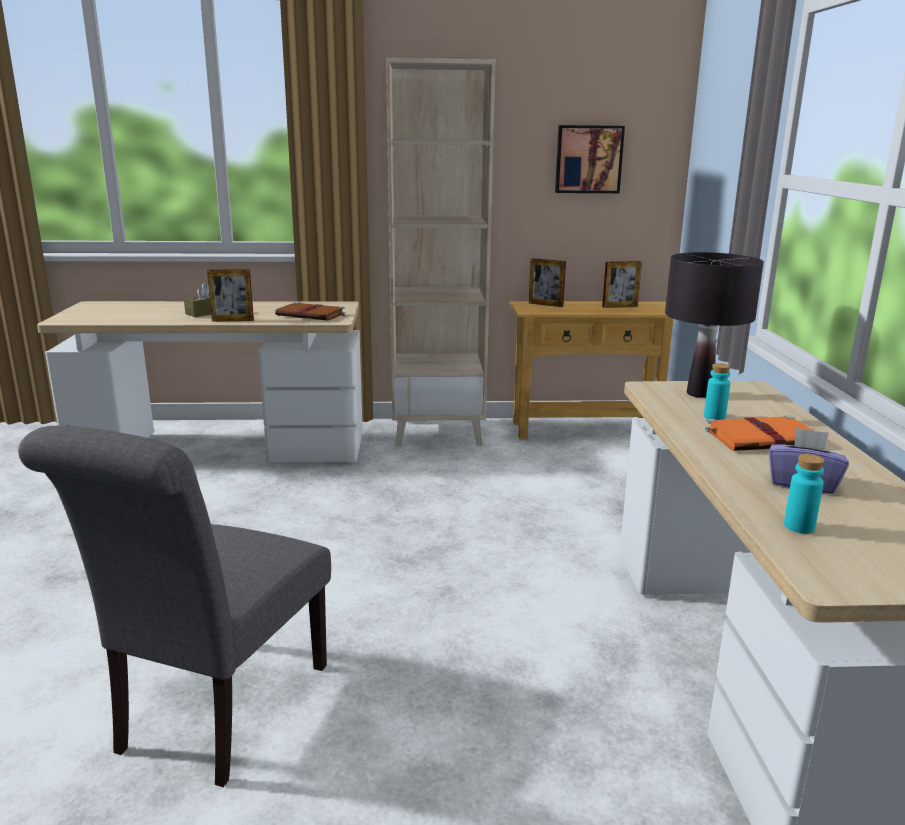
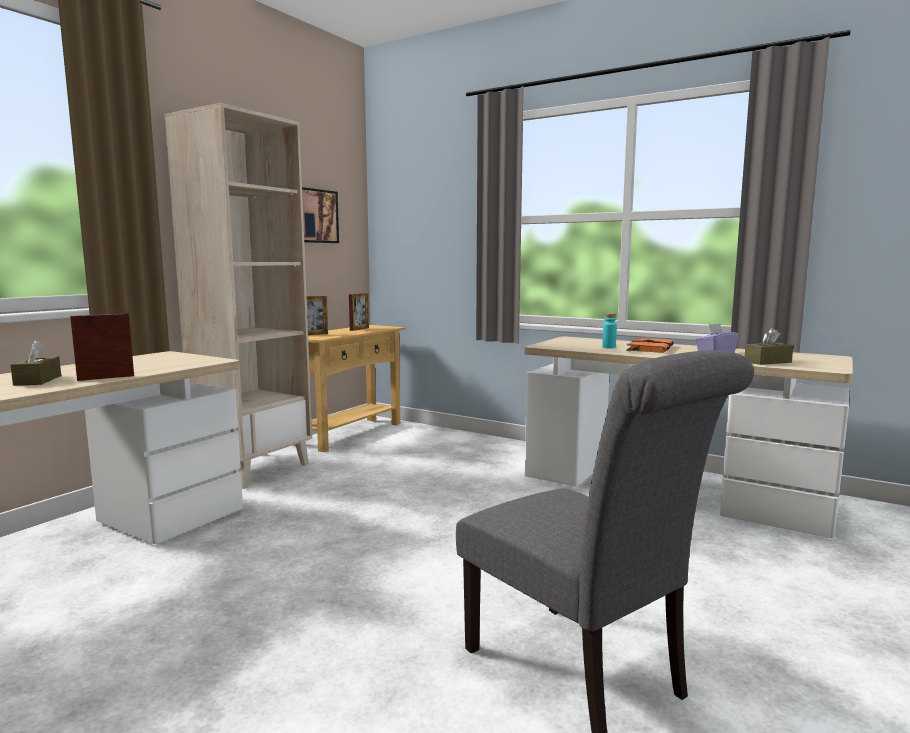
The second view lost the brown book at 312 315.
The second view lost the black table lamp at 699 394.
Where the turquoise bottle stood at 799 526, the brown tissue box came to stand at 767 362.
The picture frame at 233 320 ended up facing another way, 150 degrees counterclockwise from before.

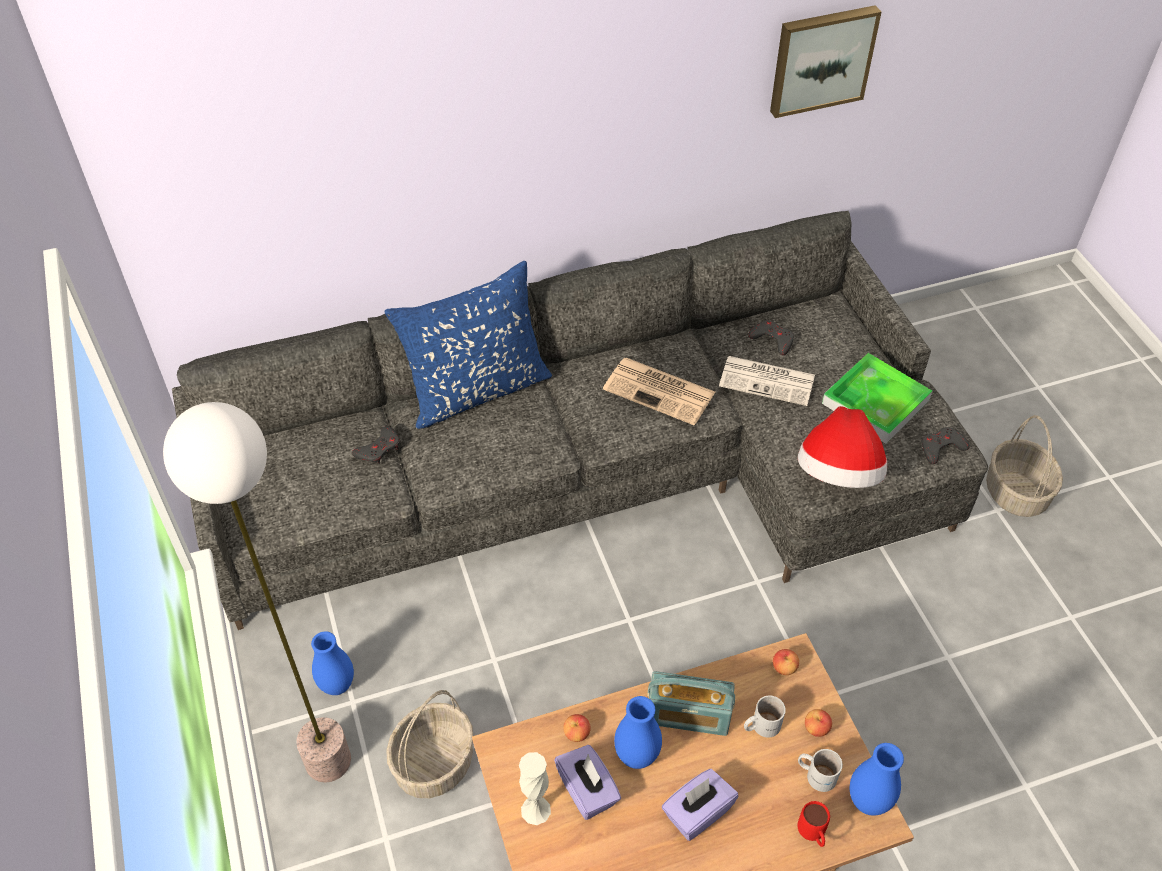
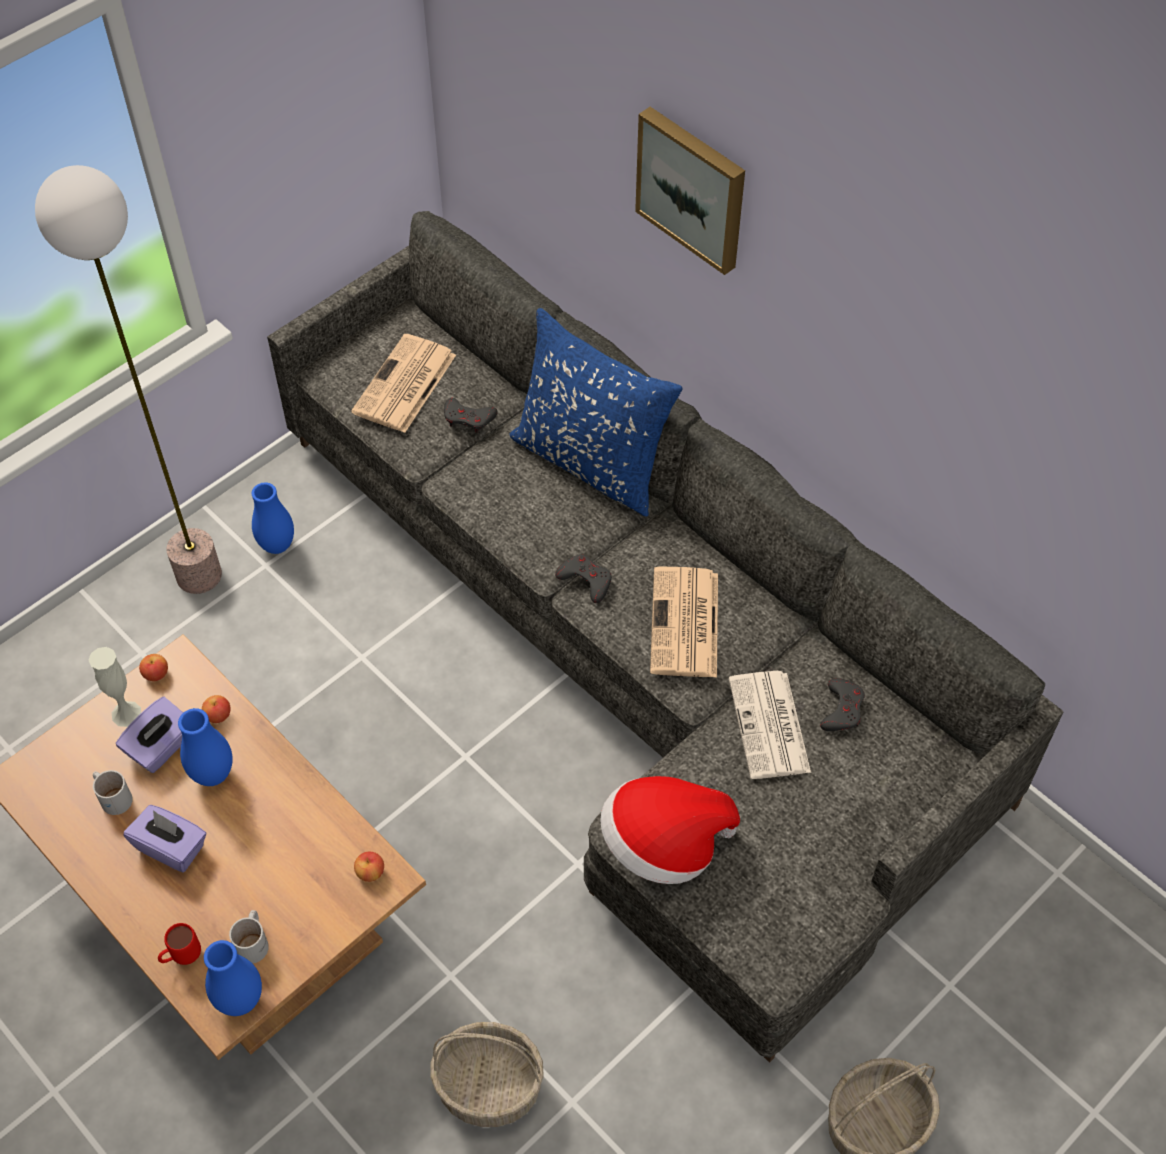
The second view lost the radio at 688 715.
The second view lost the tray at 875 402.
The second view gained the newspaper at 404 385.
The basket ended up elsewhere, having gone from 434 764 to 488 1087.
The white mug ended up elsewhere, having gone from 761 725 to 113 796.
The picture ended up elsewhere, having gone from 821 59 to 693 188.
The apple ended up elsewhere, having gone from 816 728 to 156 674.
The grey game controller ended up elsewhere, having gone from 941 448 to 586 580.

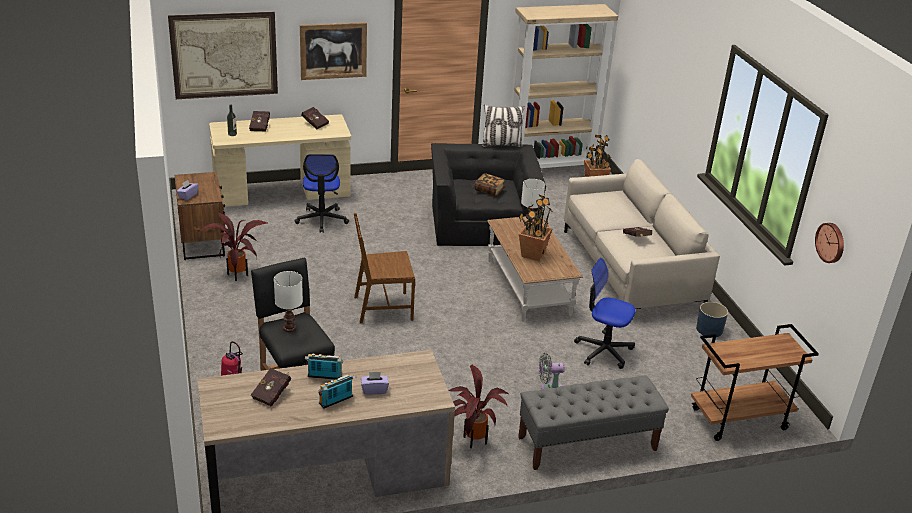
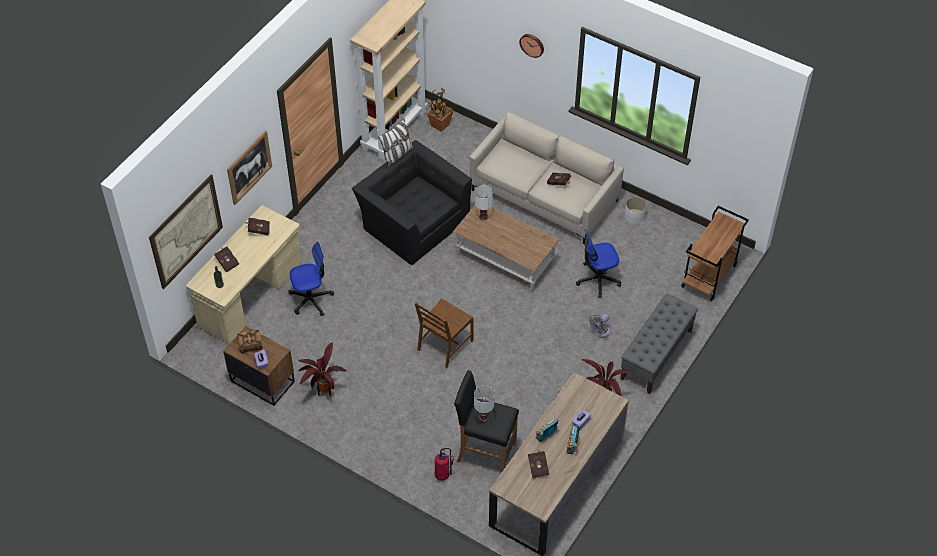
The second view lost the potted plant at 532 254.
The book ended up elsewhere, having gone from 489 190 to 250 345.
The wall clock ended up elsewhere, having gone from 831 242 to 532 44.
What was the blue planter at 709 329 turned into the white planter at 634 216.
The office chair at 322 220 ended up facing another way, 60 degrees counterclockwise from before.

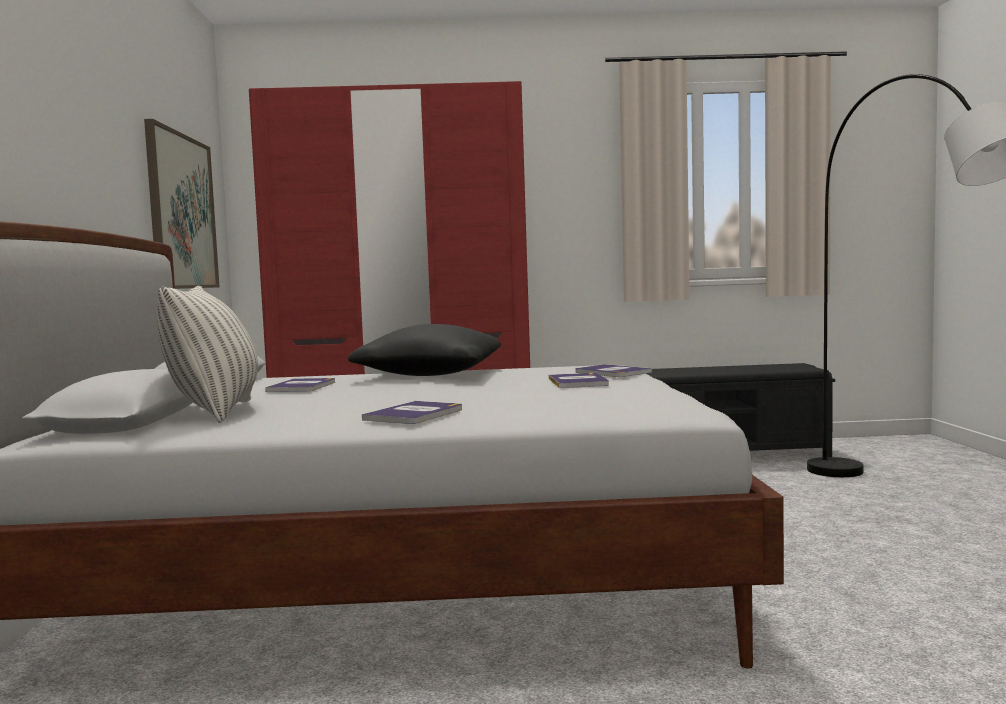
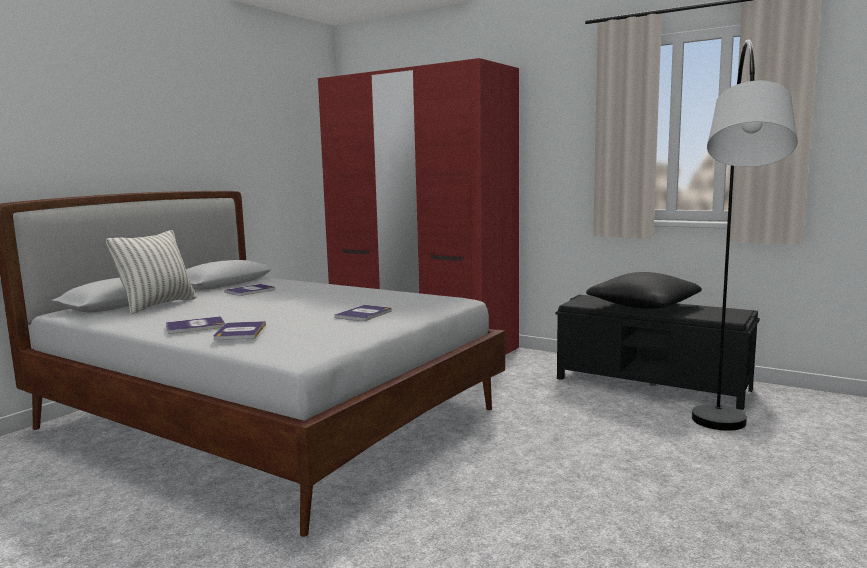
The second view lost the picture at 181 212.
The black pillow ended up elsewhere, having gone from 430 374 to 643 306.
The book ended up elsewhere, having gone from 611 372 to 240 332.

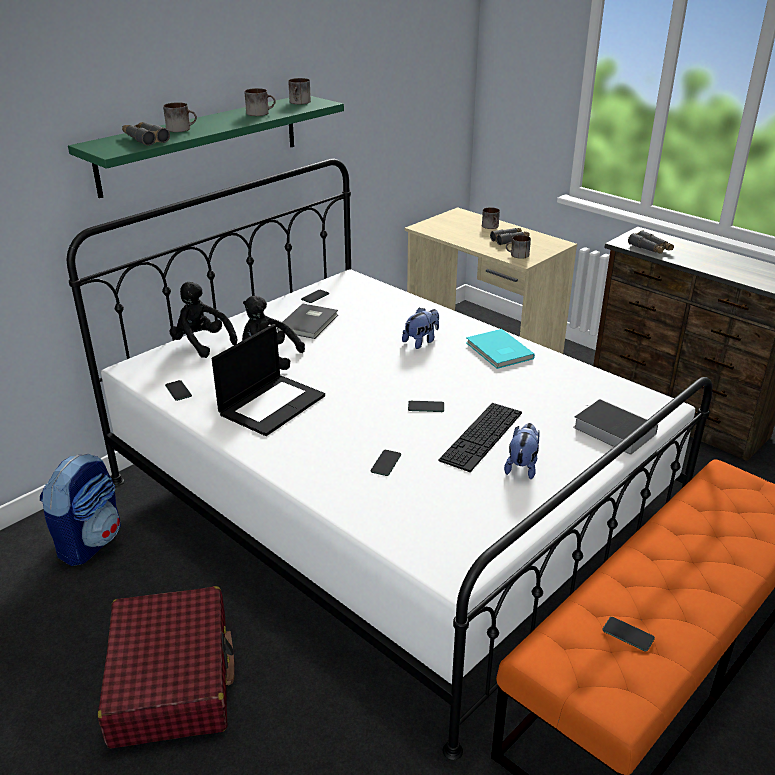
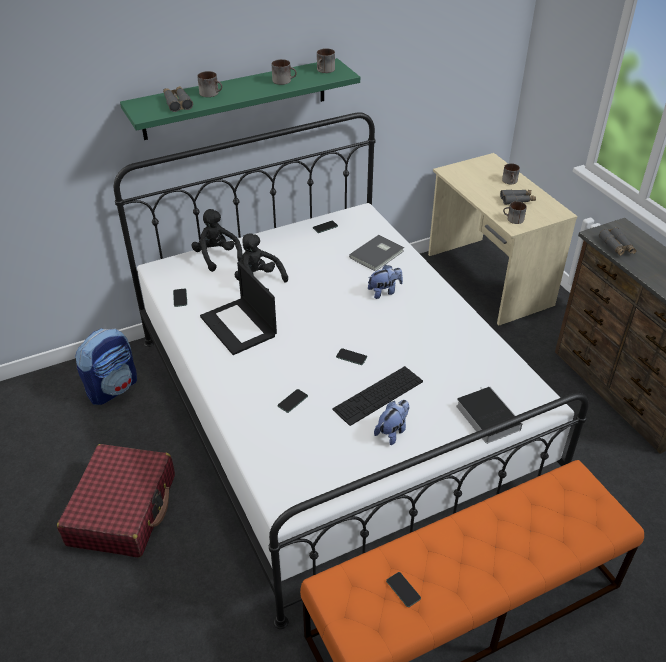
The second view lost the turquoise book at 498 351.
The grey book ended up elsewhere, having gone from 310 323 to 378 254.
The laptop at 272 404 ended up facing another way, 90 degrees clockwise from before.

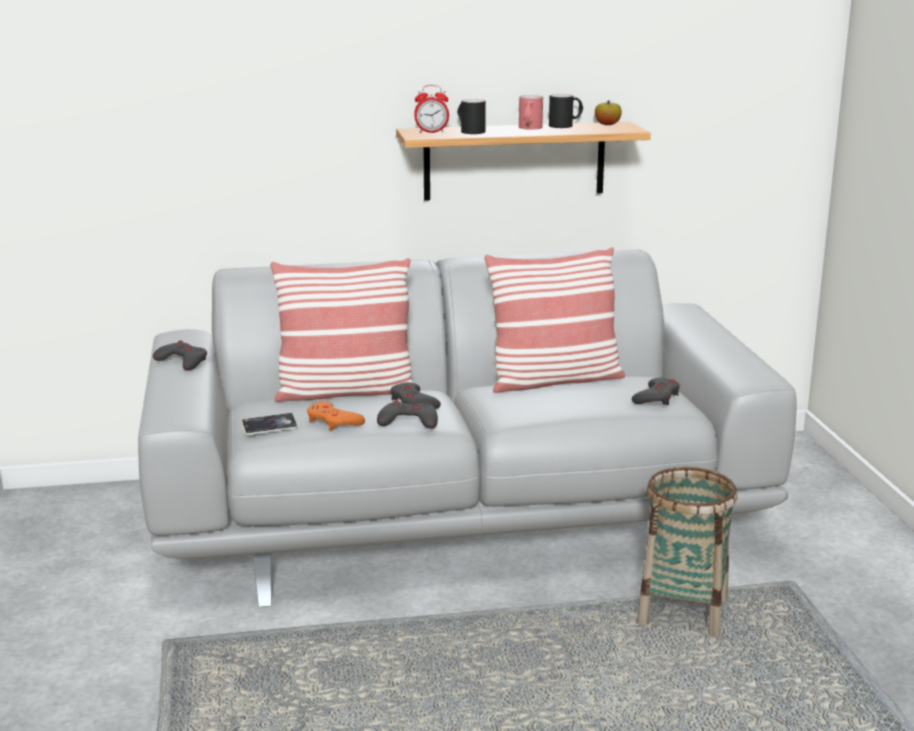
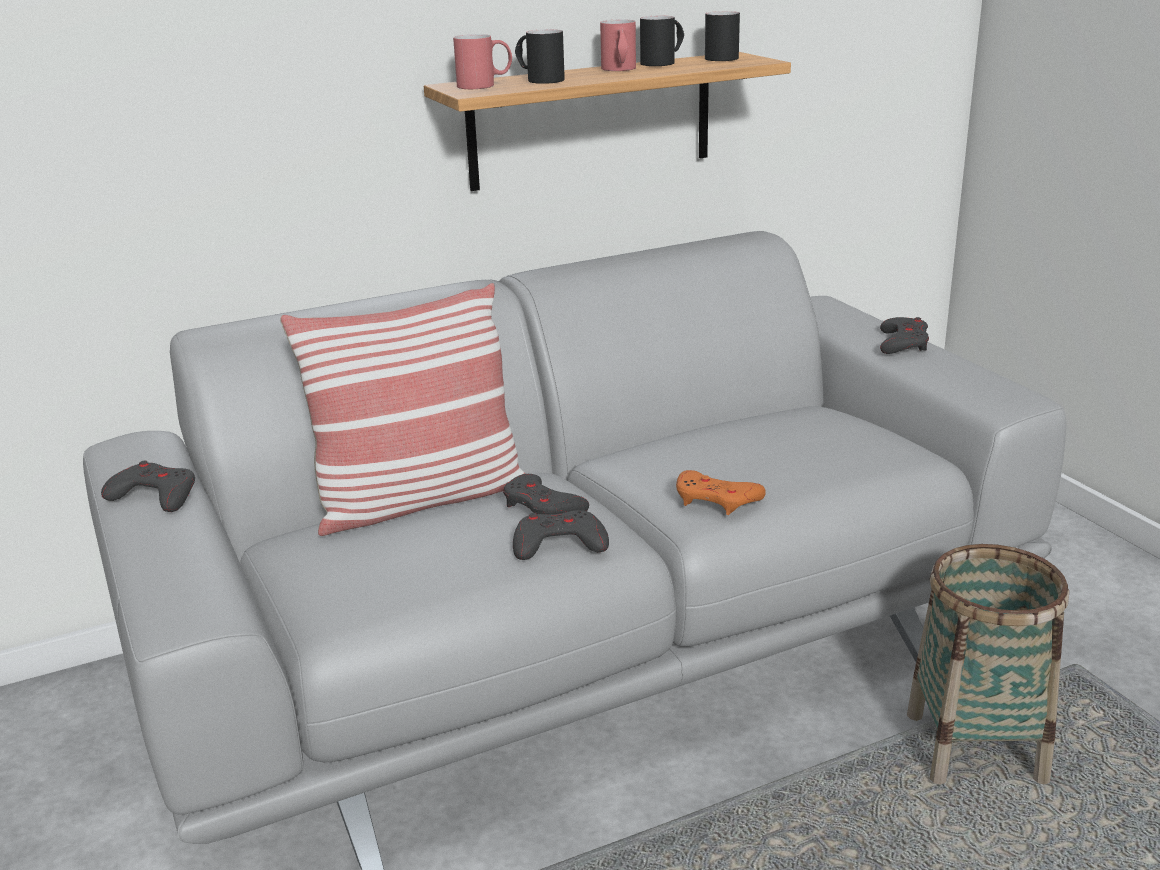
The second view lost the phone at 269 427.
The second view lost the pillow at 554 380.
The orange game controller ended up elsewhere, having gone from 333 421 to 716 499.
The grey game controller ended up elsewhere, having gone from 657 397 to 903 343.
Where the alarm clock stood at 431 132, the red mug came to stand at 485 85.
Where the apple stood at 607 125, the black mug came to stand at 718 57.

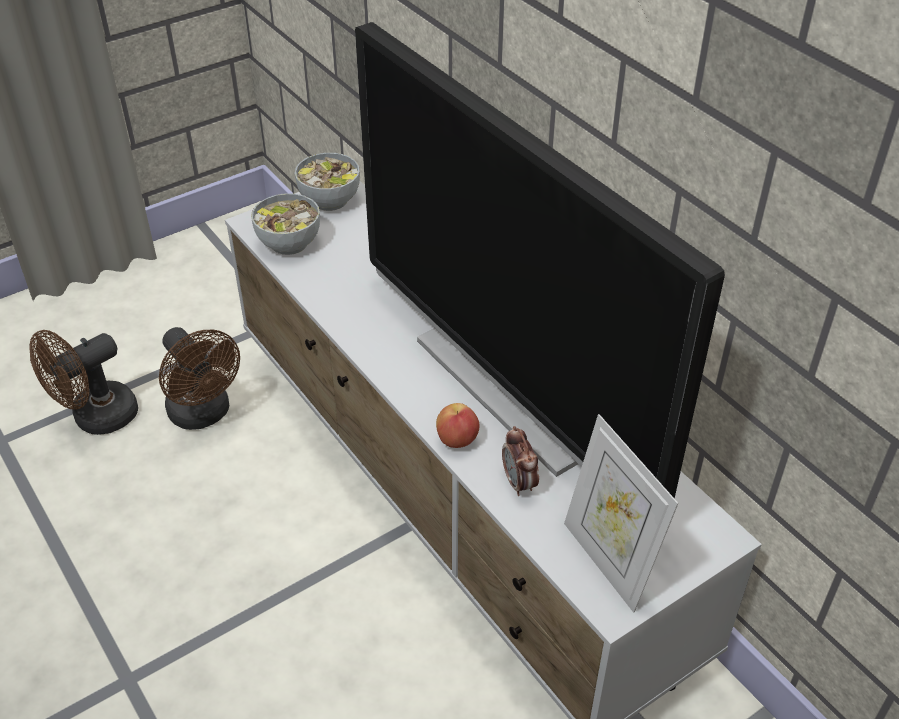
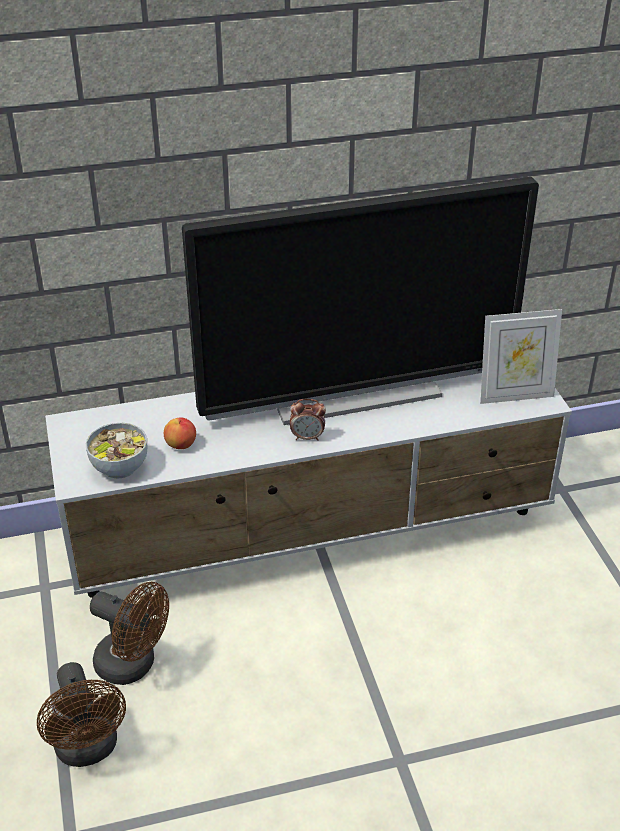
The second view lost the bowl at 330 200.
The apple ended up elsewhere, having gone from 457 440 to 181 445.
The alarm clock ended up elsewhere, having gone from 519 483 to 307 437.
The brown fan at 204 414 ended up facing another way, 45 degrees clockwise from before.

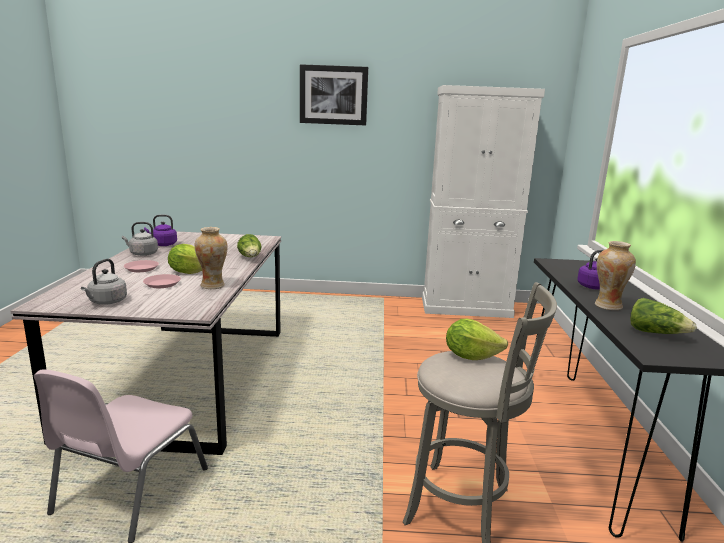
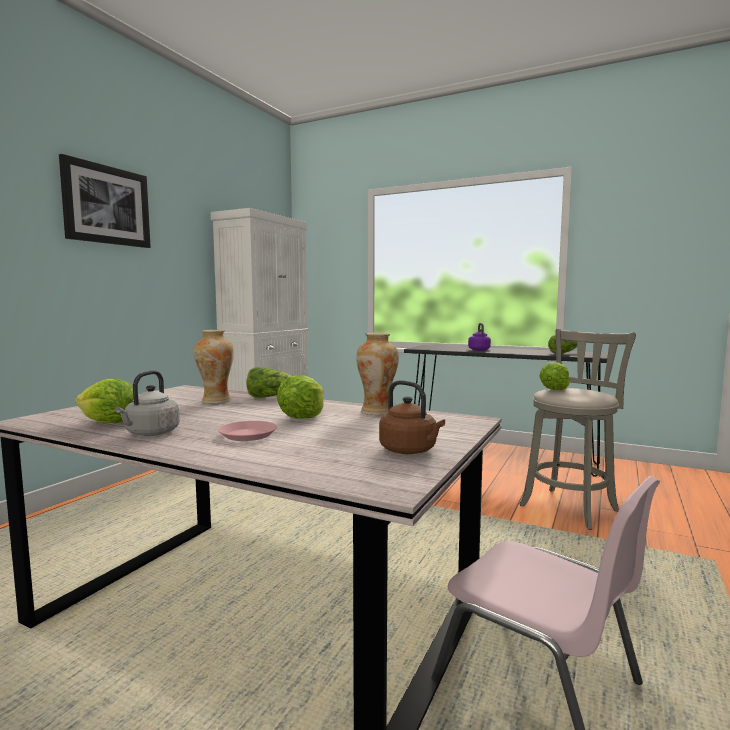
The second view lost the pink plate at 162 284.
The vase ended up elsewhere, having gone from 608 306 to 216 401.
Where the purple kettle stood at 162 244, the lettuce came to stand at 109 423.
What was the grey kettle at 106 302 turned into the brown kettle at 410 451.

